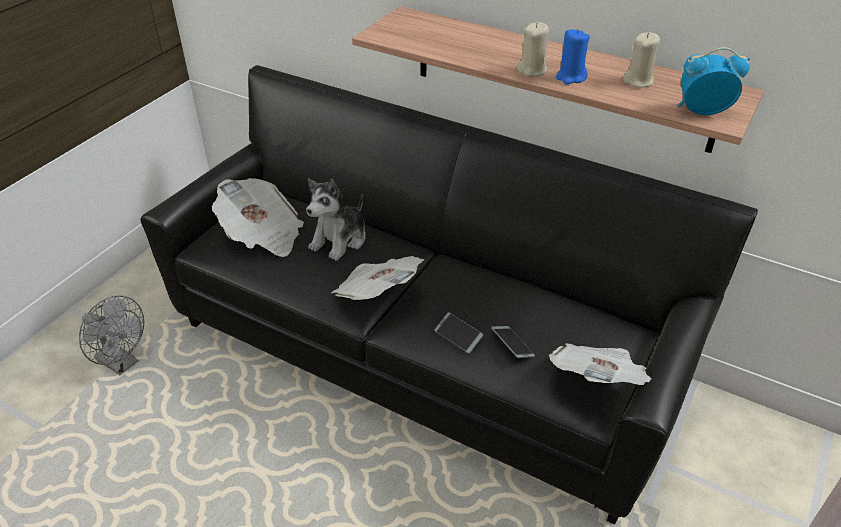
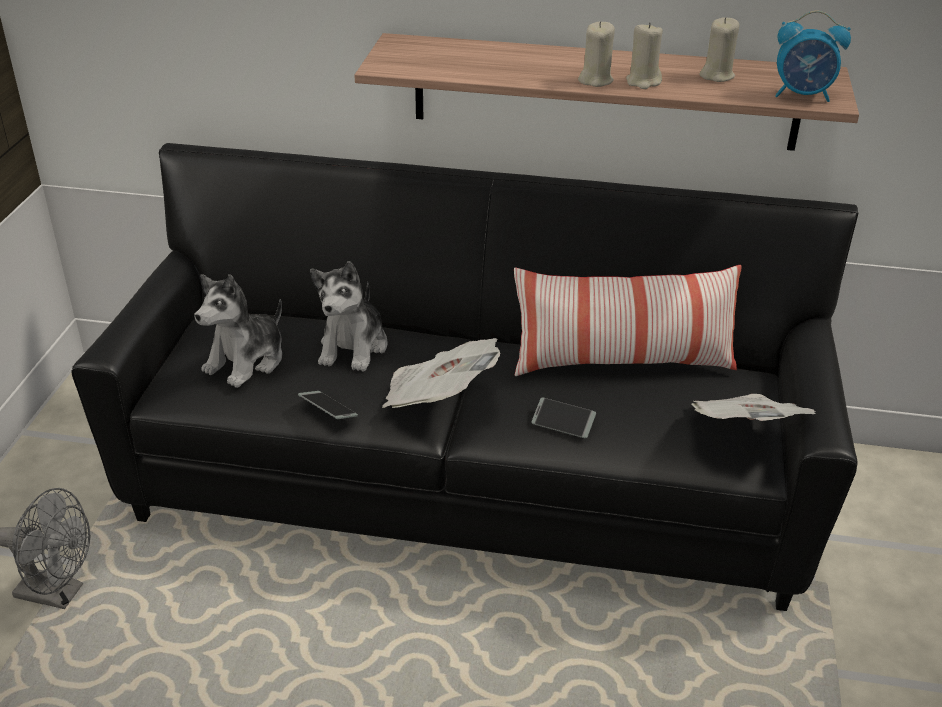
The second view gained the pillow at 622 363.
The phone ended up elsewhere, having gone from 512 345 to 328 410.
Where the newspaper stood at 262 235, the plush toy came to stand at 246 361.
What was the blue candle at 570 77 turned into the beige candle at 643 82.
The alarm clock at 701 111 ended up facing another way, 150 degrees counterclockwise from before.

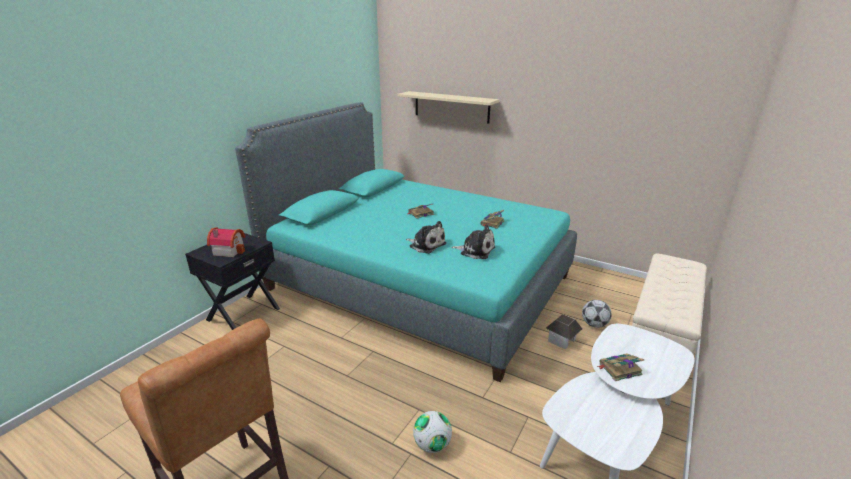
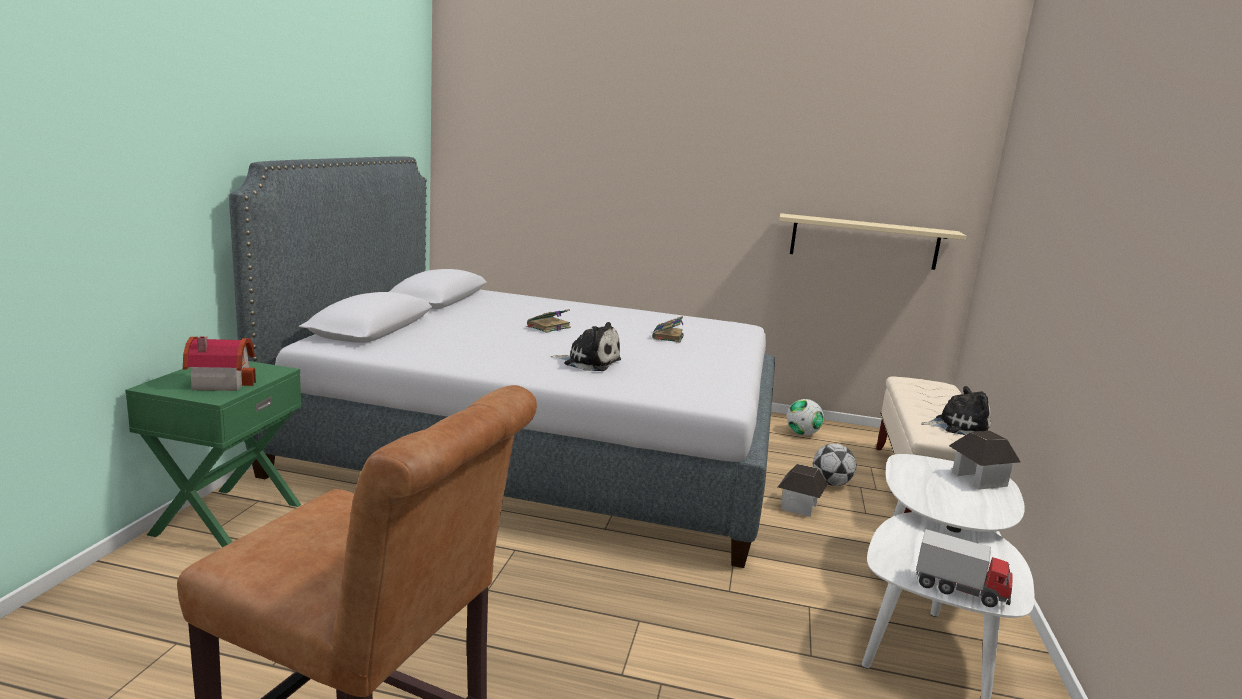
The second view lost the book at 619 369.
The second view gained the toy truck at 960 590.
The second view gained the toy house at 978 479.
The beige shelf ended up elsewhere, having gone from 451 107 to 864 241.
The football ended up elsewhere, having gone from 432 445 to 802 433.
The plush toy ended up elsewhere, having gone from 475 250 to 958 426.
What was the black nightstand at 243 314 turned into the green nightstand at 226 518.
What was the turquoise bed at 418 282 turned into the grey bed at 538 450.

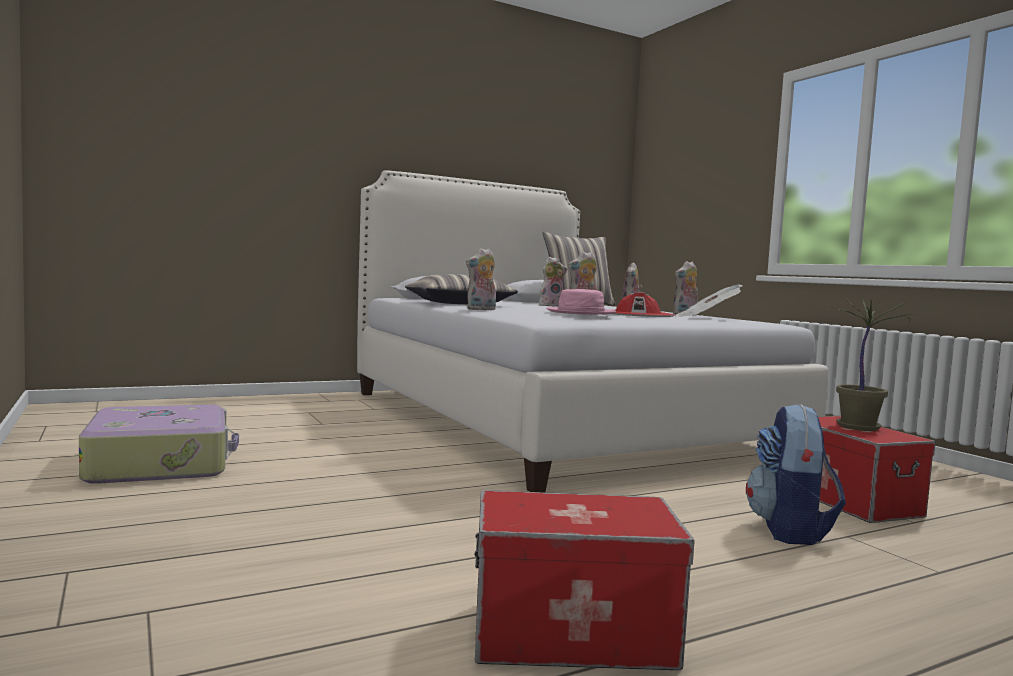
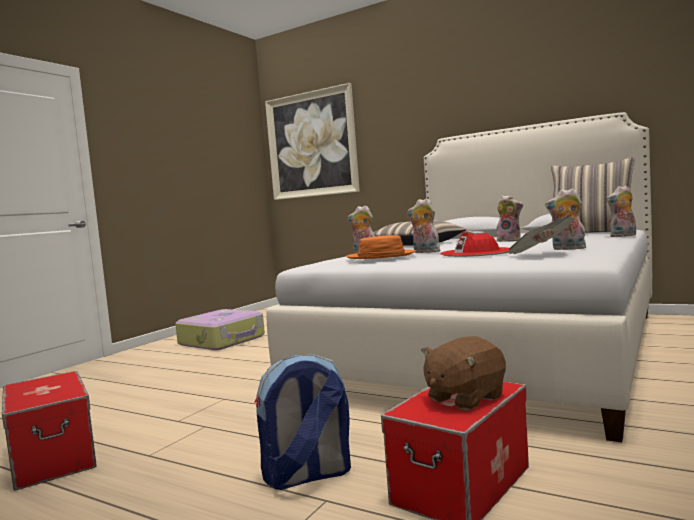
The second view gained the picture at 311 145.
Where the potted plant stood at 859 427, the brown plush toy came to stand at 464 398.
What was the pink hat at 581 313 turned into the orange hat at 381 256.

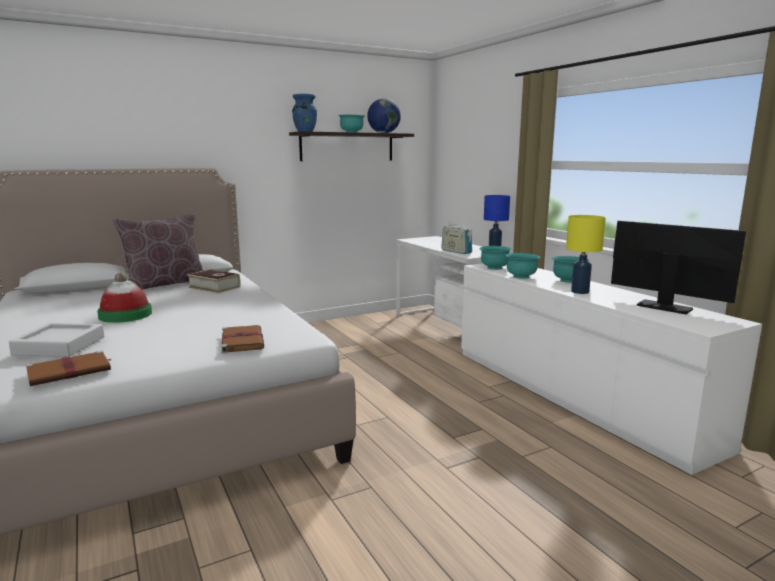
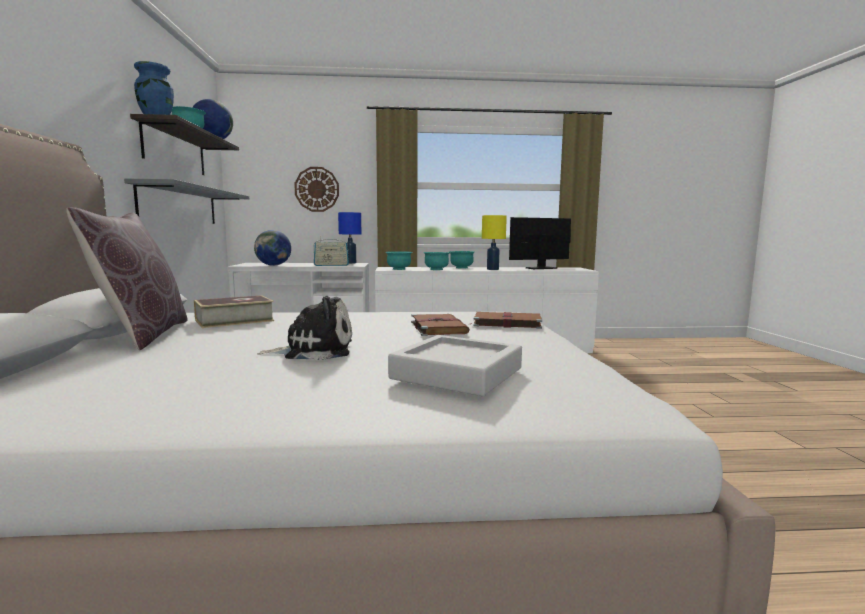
The second view gained the grey shelf at 180 205.
The second view gained the globe at 273 265.
The second view gained the wall clock at 317 189.
The brown book ended up elsewhere, having gone from 71 371 to 438 327.
Where the hat stood at 125 315, the plush toy came to stand at 314 351.

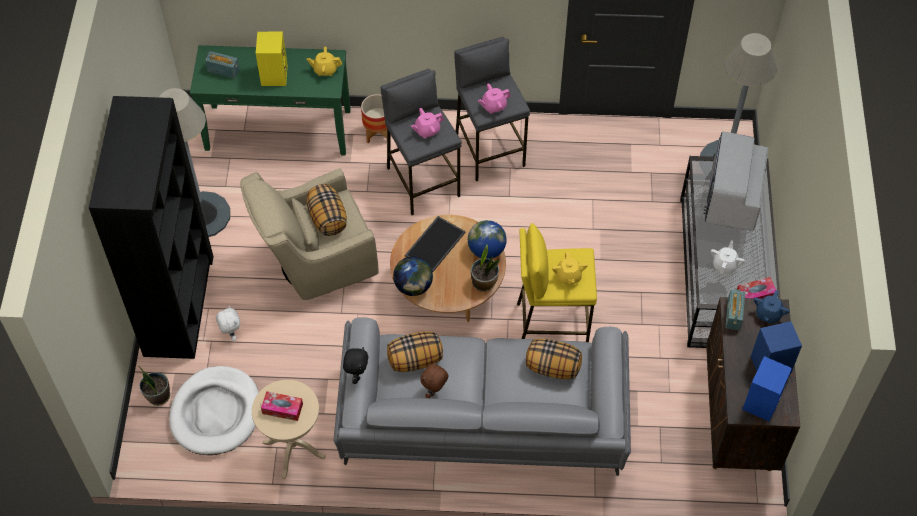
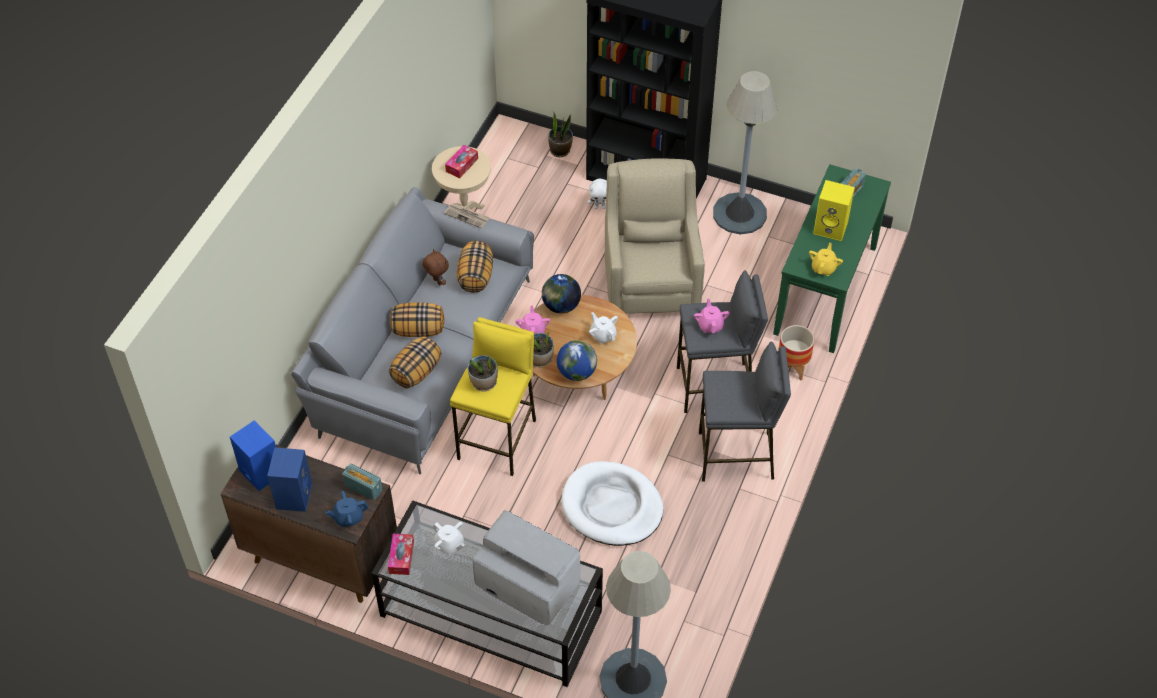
The white dog bed ended up elsewhere, having gone from 216 413 to 612 507.
The pillow ended up elsewhere, having gone from 327 219 to 418 330.
The pink teapot ended up elsewhere, having gone from 493 106 to 533 331.
Where the black plush toy stood at 357 375, the newspaper came to stand at 467 216.
Where the tray stood at 434 243, the white teapot came to stand at 603 335.
Where the yellow teapot stood at 568 276, the potted plant came to stand at 484 383.
The blue teapot at 768 314 ended up facing another way, 60 degrees counterclockwise from before.

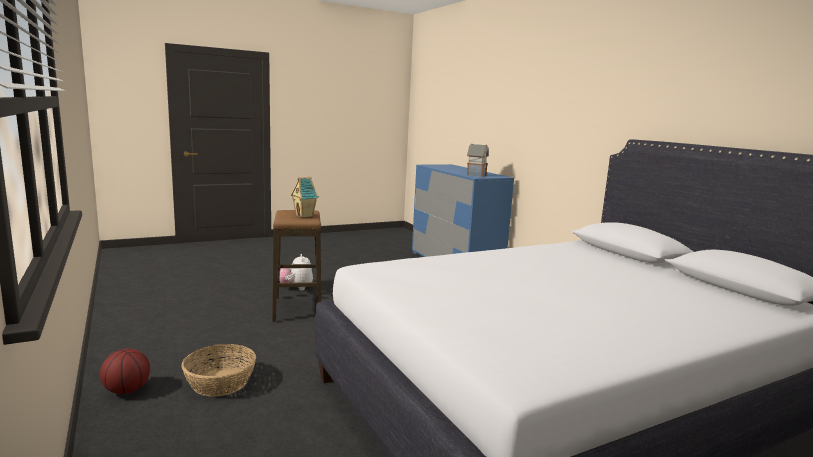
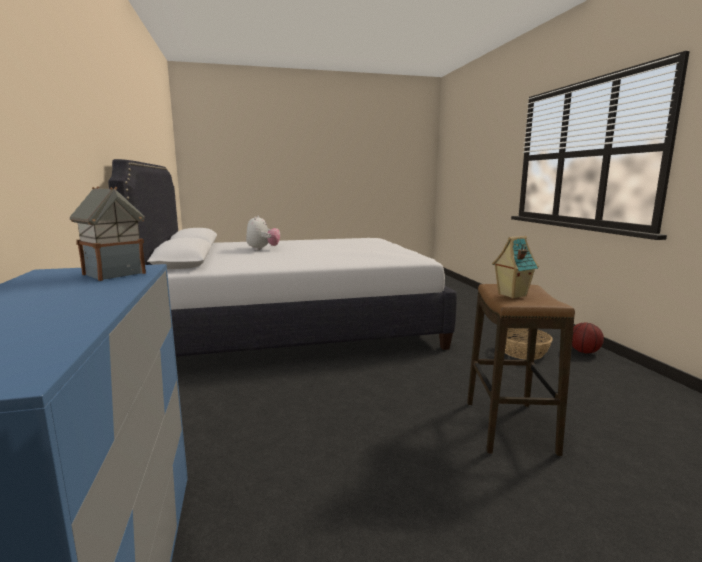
The plush toy ended up elsewhere, having gone from 296 288 to 263 249.

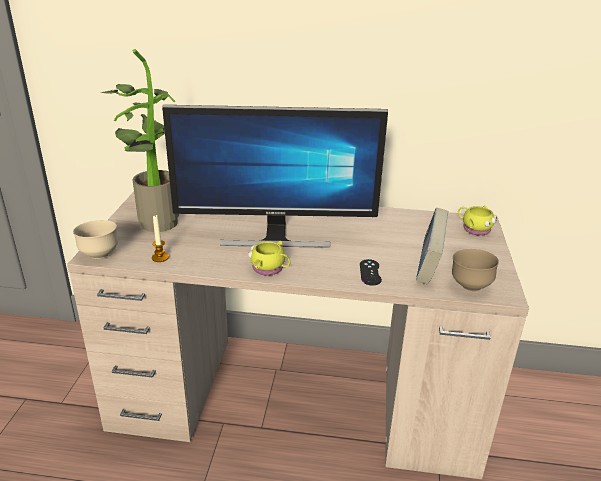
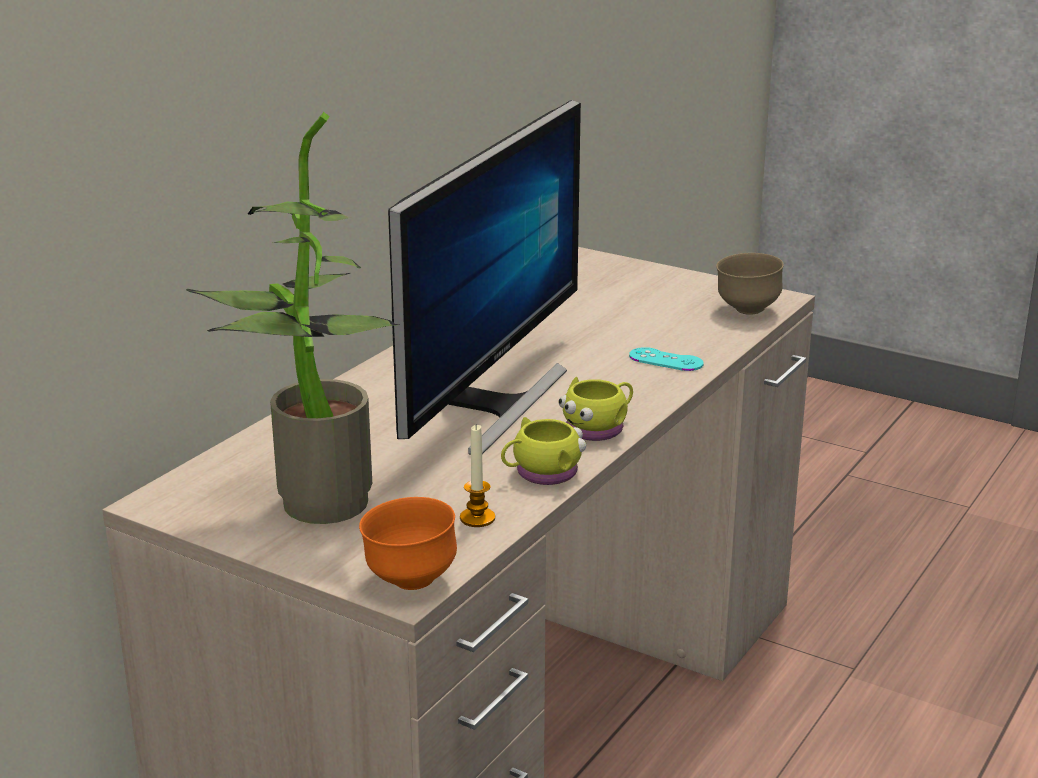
The second view lost the book at 428 269.
The yellow mug ended up elsewhere, having gone from 474 229 to 541 473.
What was the beige bowl at 99 255 turned into the orange bowl at 410 581.
What was the black game controller at 370 272 turned into the turquoise game controller at 666 360.

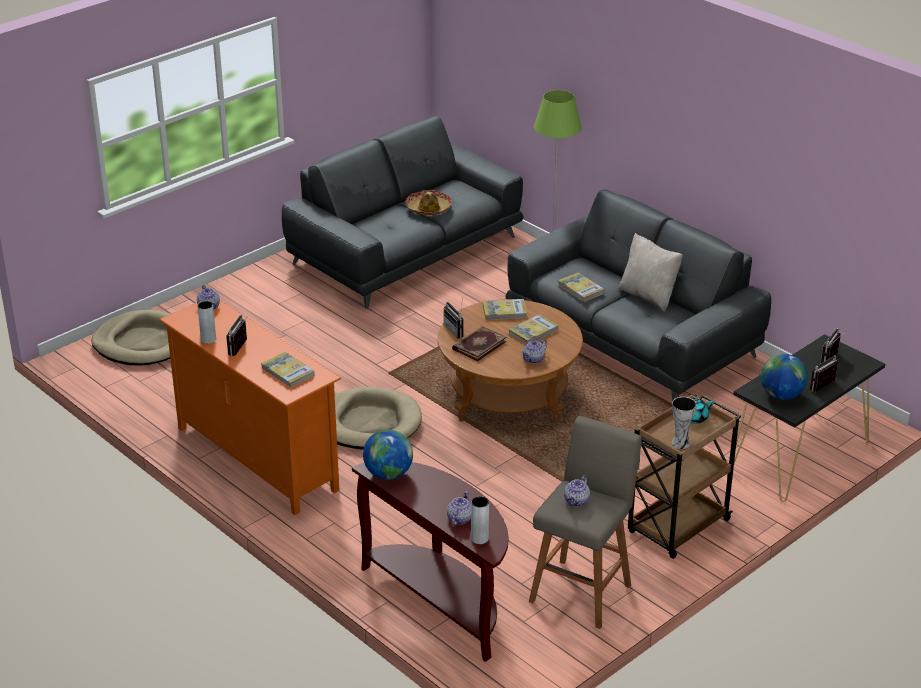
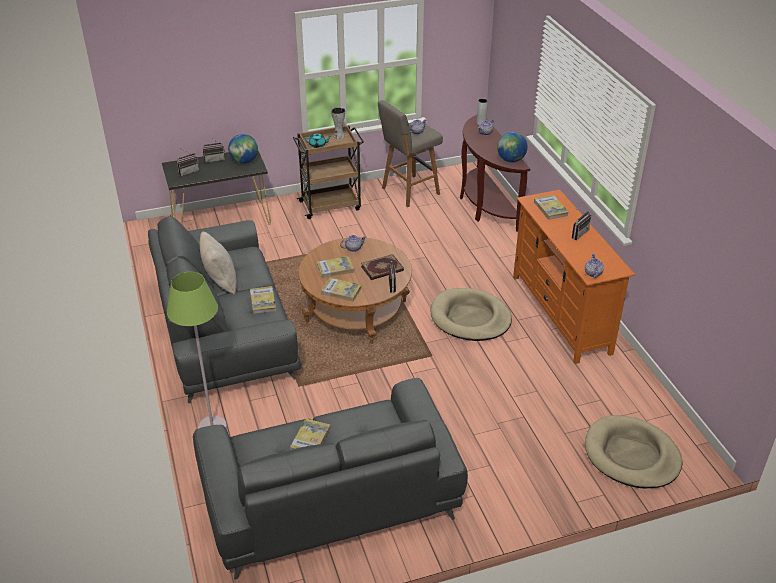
The second view lost the grey vase at 208 339.
Where the hat stood at 428 208, the book came to stand at 310 439.

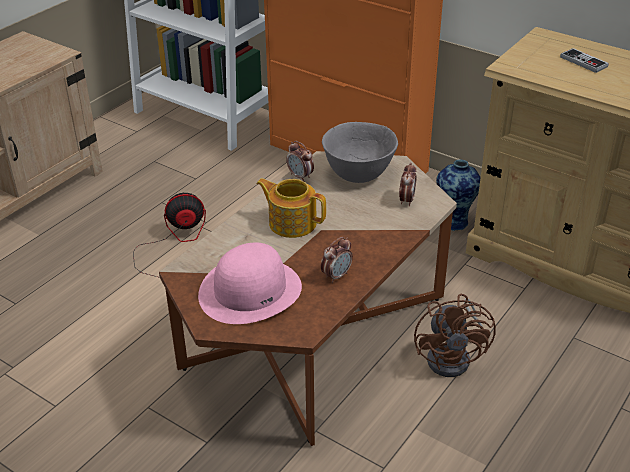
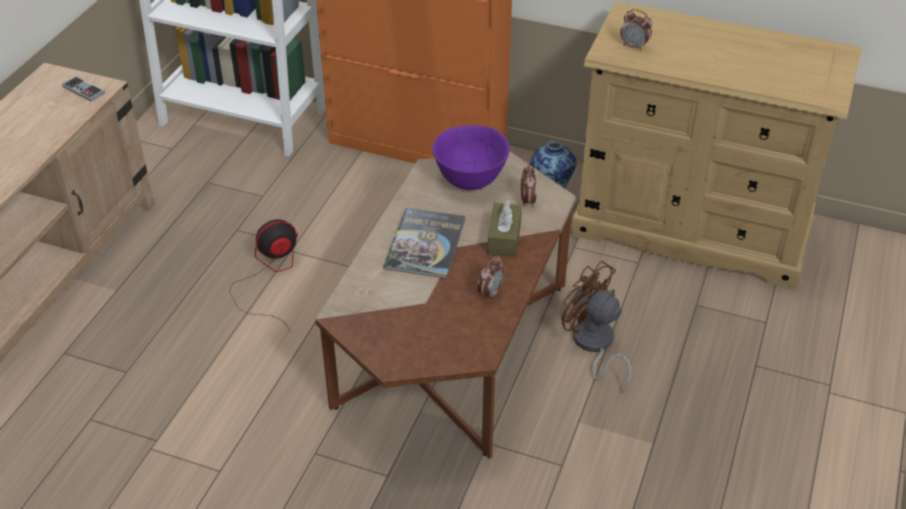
The second view lost the pink hat at 250 290.
The second view gained the brown tissue box at 504 238.
The alarm clock ended up elsewhere, having gone from 300 176 to 634 46.
The game controller ended up elsewhere, having gone from 583 62 to 84 90.
Where the teapot stood at 292 222, the book came to stand at 425 244.
What was the grey bowl at 359 173 turned into the purple bowl at 471 179.
The brown fan at 454 357 ended up facing another way, 150 degrees clockwise from before.

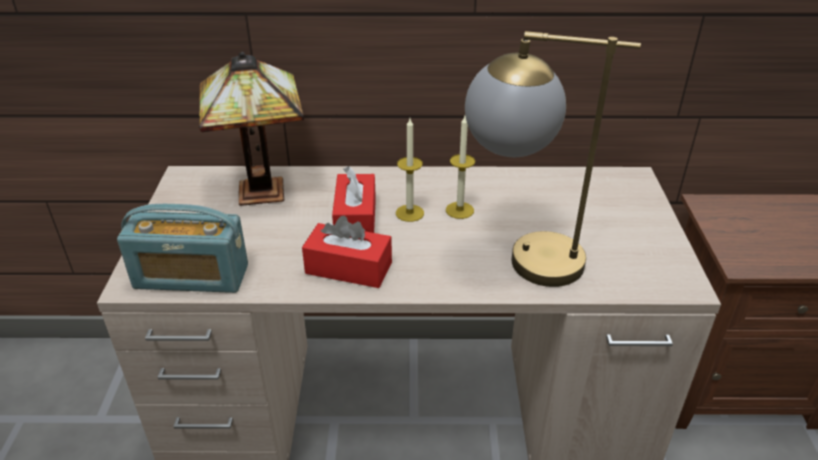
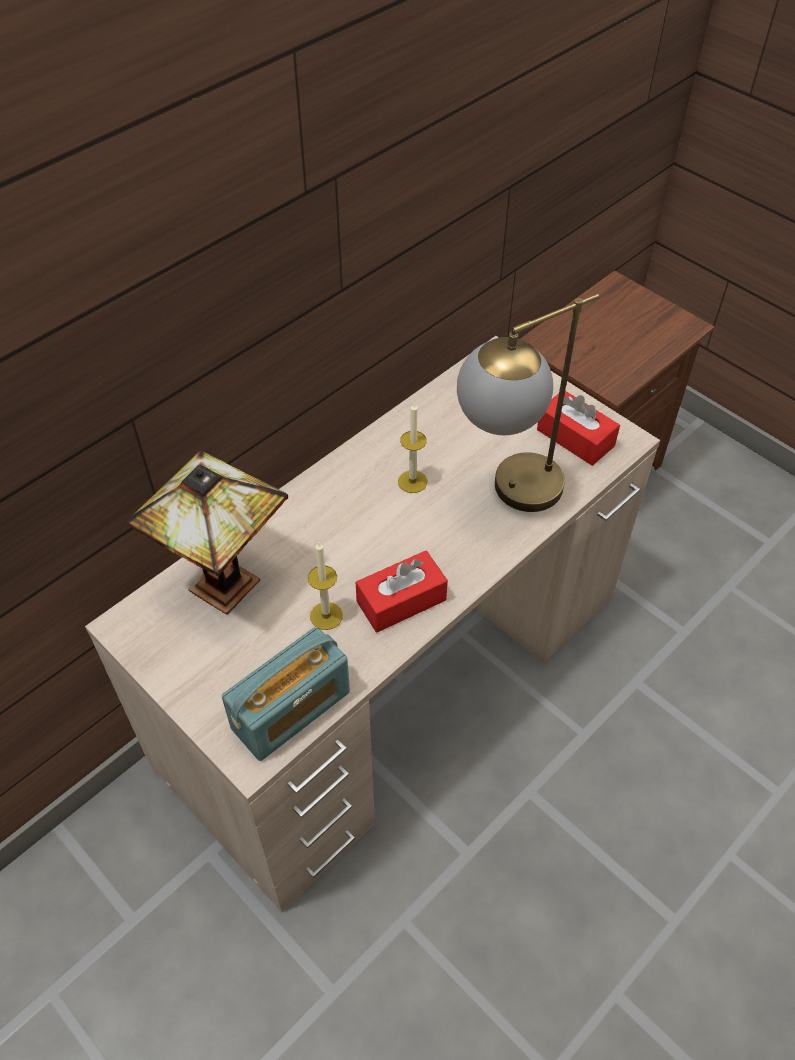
The red tissue box ended up elsewhere, having gone from 355 219 to 575 438.
The candle ended up elsewhere, having gone from 409 213 to 326 616.

